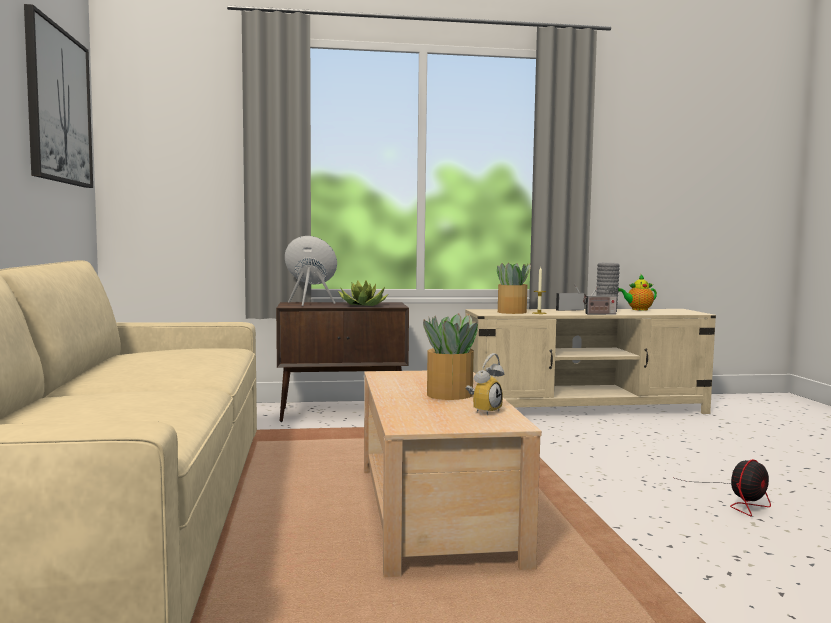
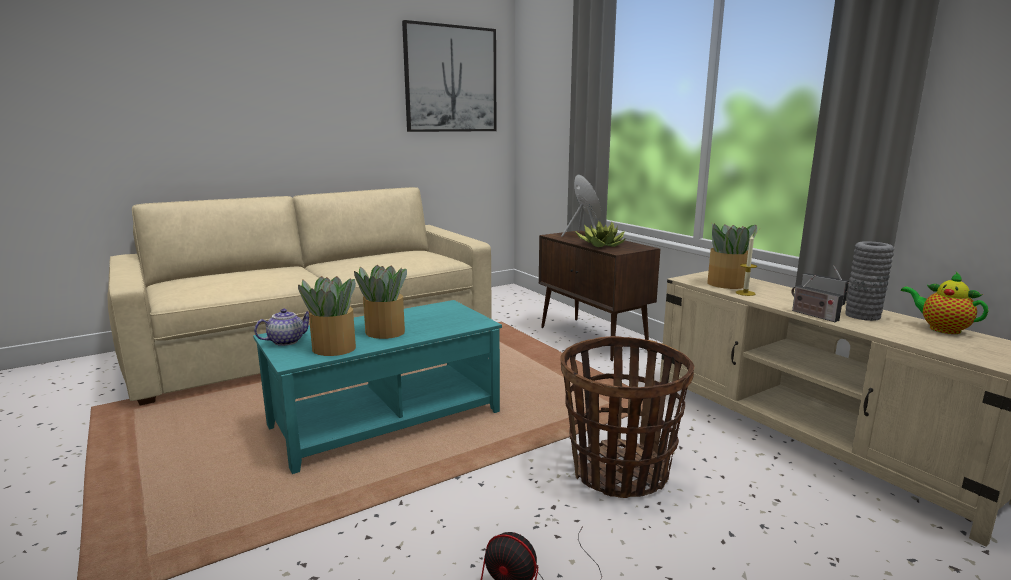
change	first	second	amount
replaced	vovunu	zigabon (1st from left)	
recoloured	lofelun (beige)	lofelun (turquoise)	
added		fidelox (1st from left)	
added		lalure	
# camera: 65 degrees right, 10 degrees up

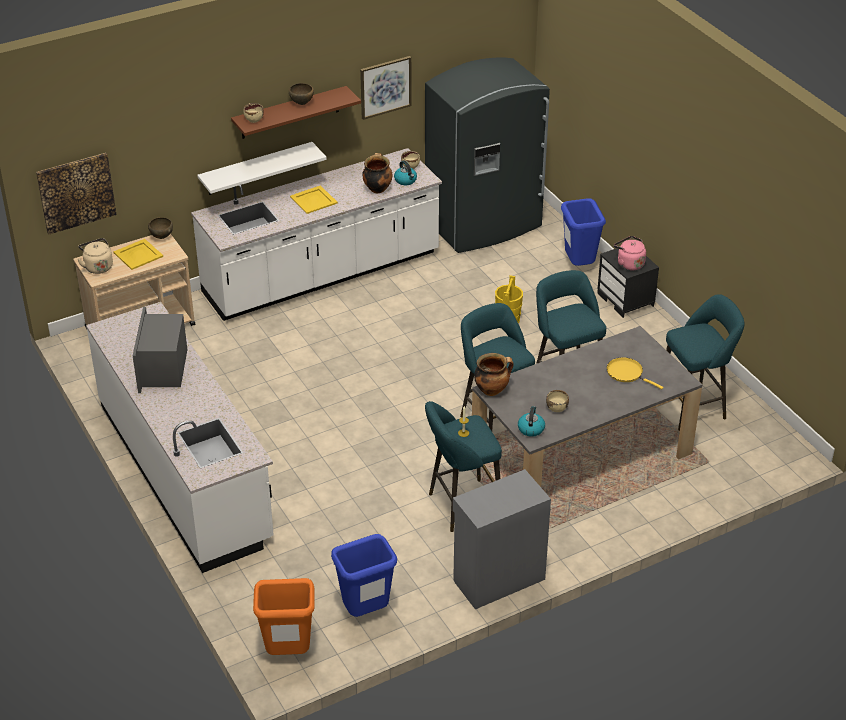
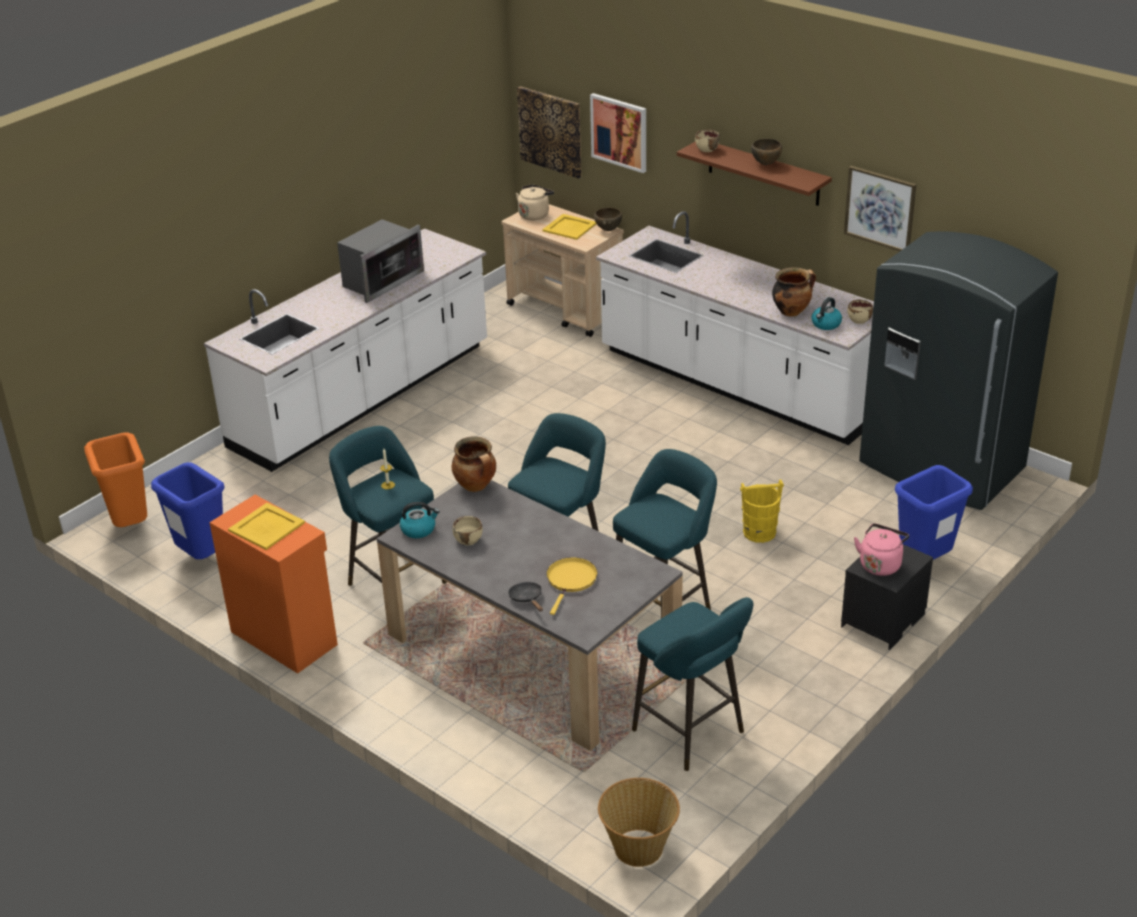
change	first	second	amount
removed	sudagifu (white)		
moved	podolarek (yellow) (2nd from left in the first image)	podolarek (yellow) (1st from left)	
turned	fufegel		150 degrees clockwise
recoloured	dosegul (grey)	dosegul (orange)	
added		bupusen (2nd from left)	
added		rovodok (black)	
added		lalure	
# camera: 70 degrees right, 5 degrees down

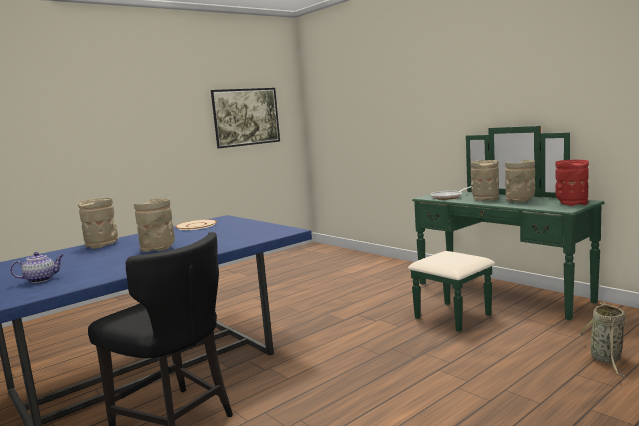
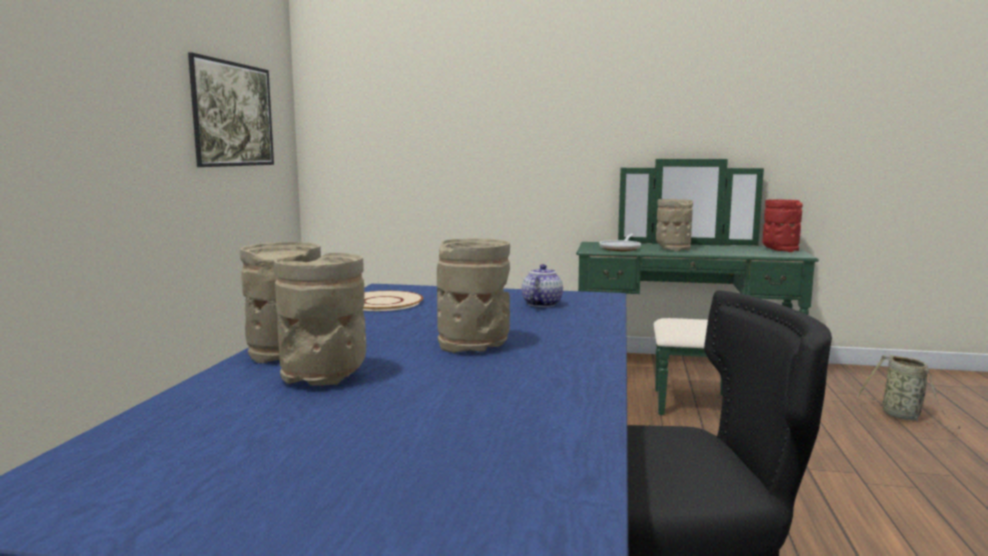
change	first	second	amount
moved	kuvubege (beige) (4th from left in the first image)	kuvubege (beige) (2nd from left)	
moved	fidelox		
# camera: 40 degrees left, 0 degrees up

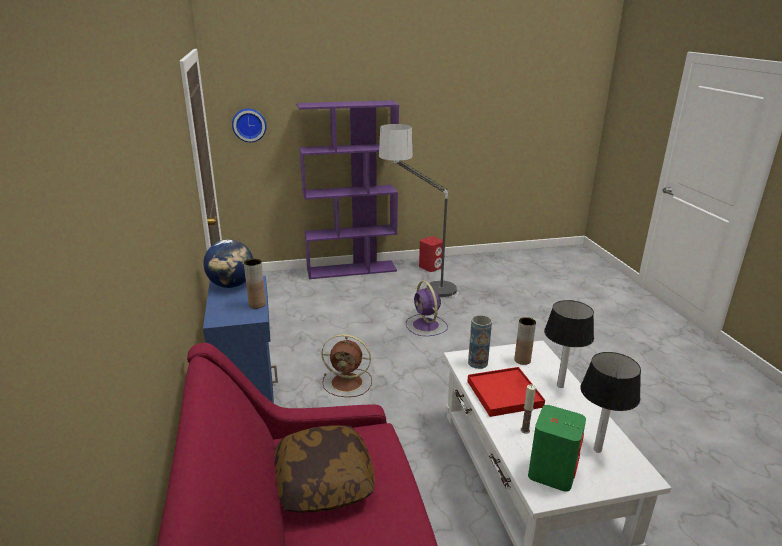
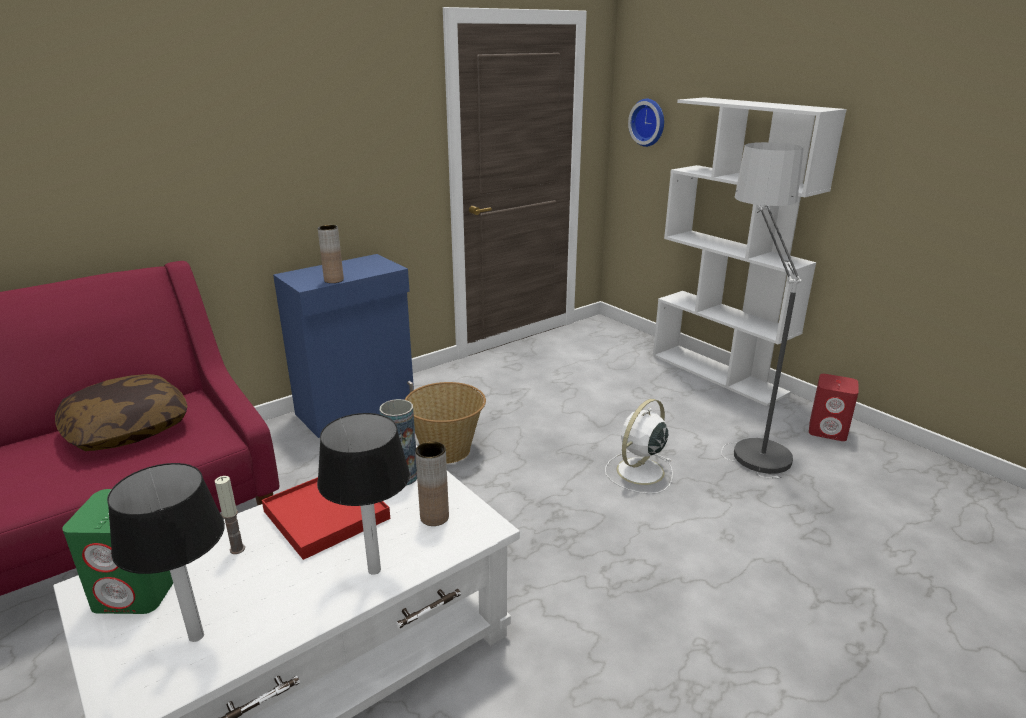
change	first	second	amount
recoloured	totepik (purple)	totepik (white)	
removed	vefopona		
recoloured	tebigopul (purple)	tebigopul (white)	
replaced	tebigopul (brown)	lalure	
# camera: 65 degrees right, 0 degrees up

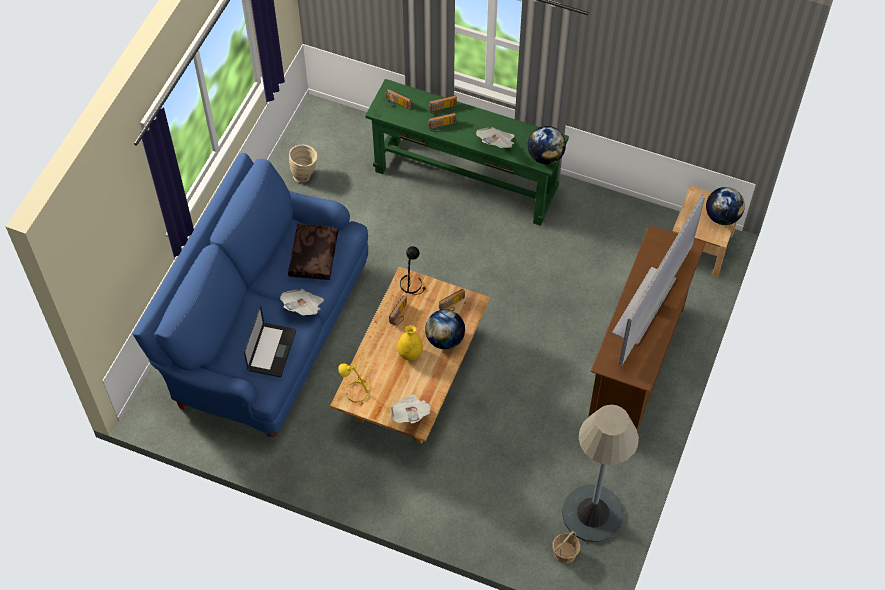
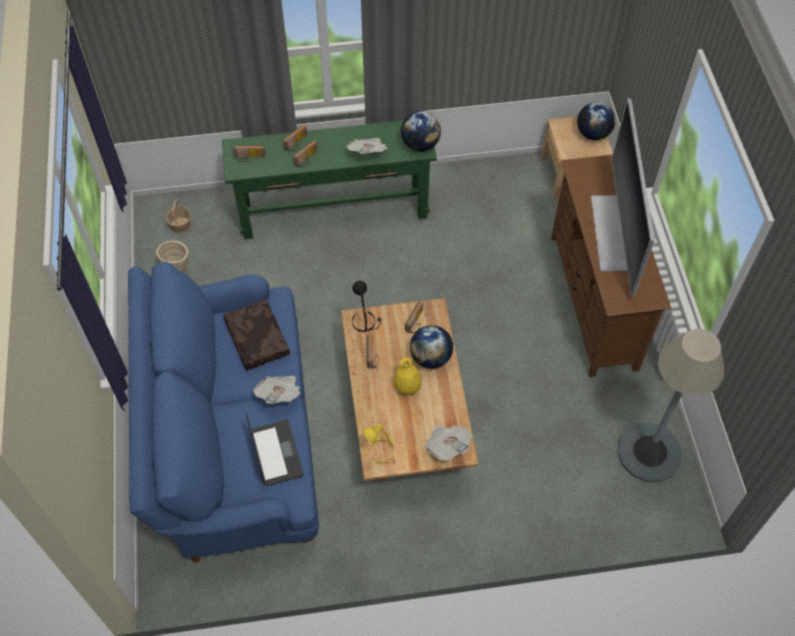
change	first	second	amount
moved	lalure		
# camera: 30 degrees left, 0 degrees up

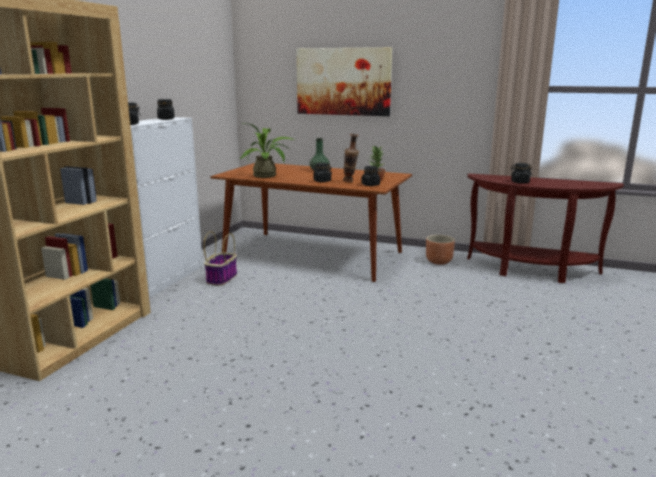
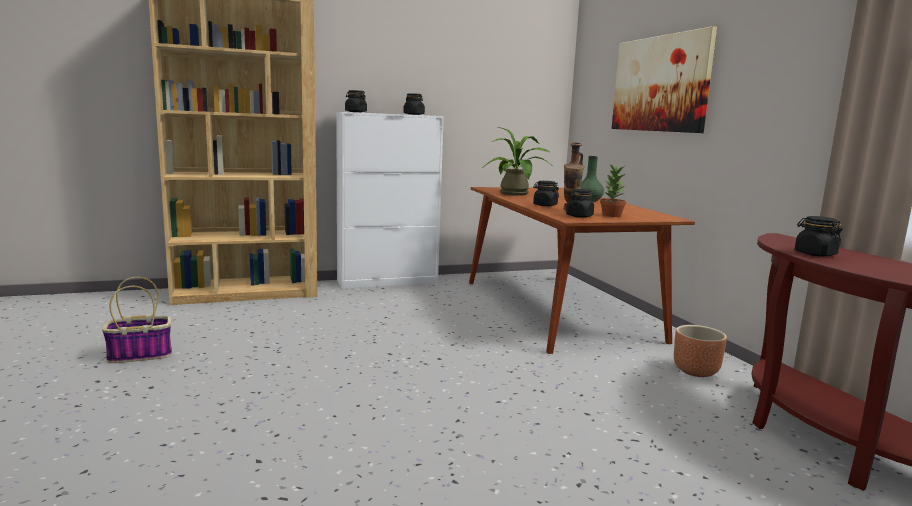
change	first	second	amount
moved	lalure		
# camera: 50 degrees right, 5 degrees down

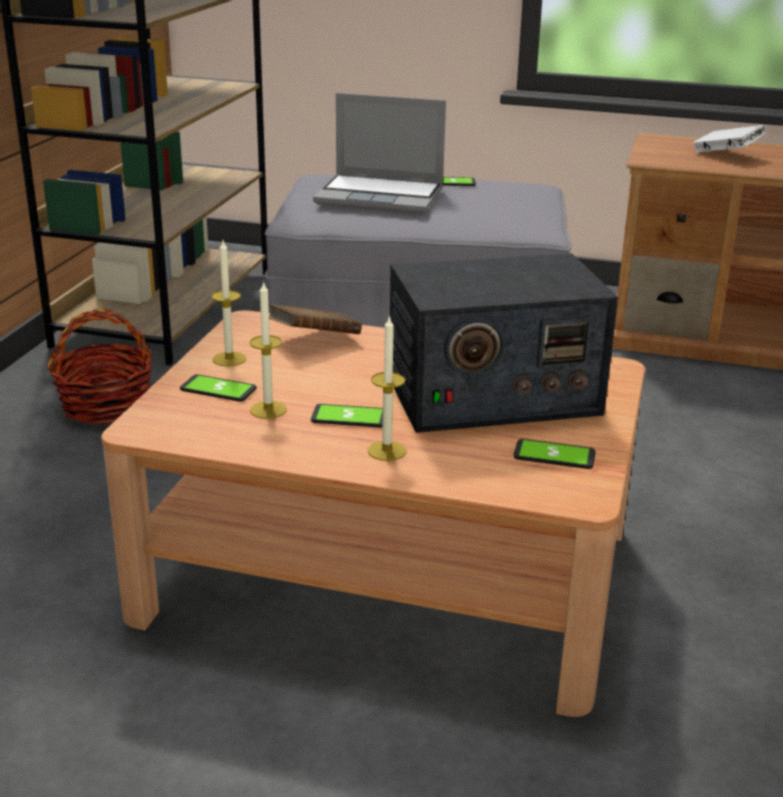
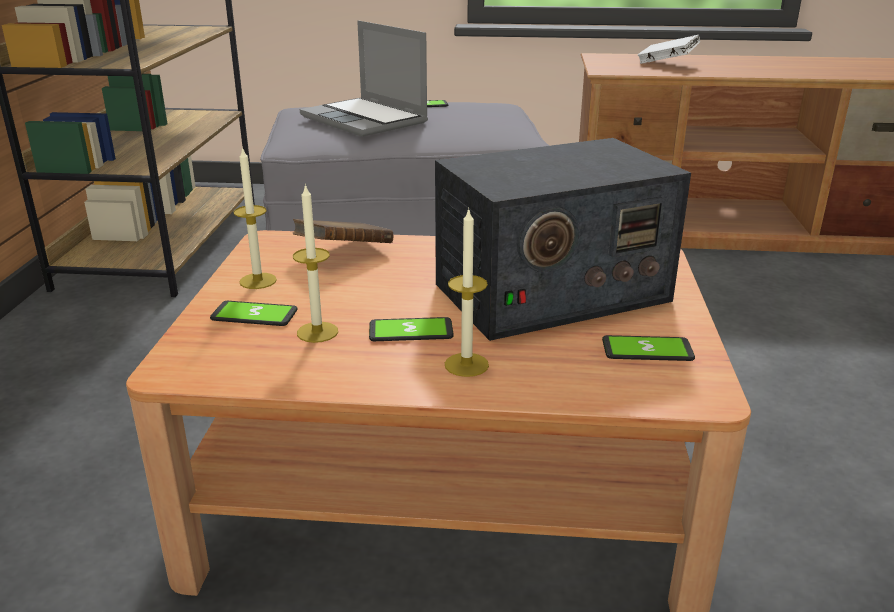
change	first	second	amount
turned	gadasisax		45 degrees clockwise
removed	lalure		
# camera: 10 degrees left, 0 degrees up

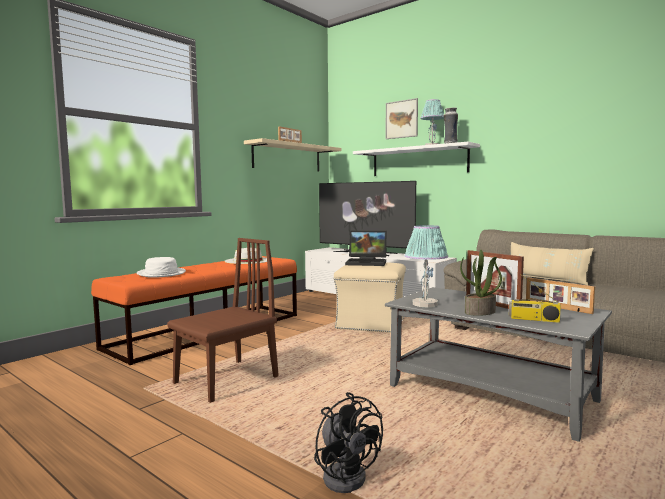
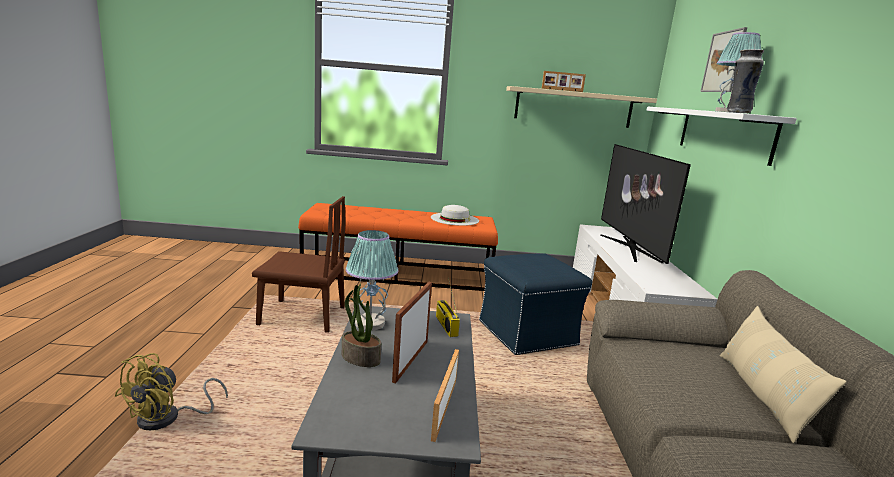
change	first	second	amount
removed	gadasisax		
removed	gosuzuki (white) (1st from left)		
recoloured	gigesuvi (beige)	gigesuvi (blue)	
moved	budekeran		
recoloured	tebigopul (black)	tebigopul (yellow)	
# camera: 50 degrees right, 10 degrees up

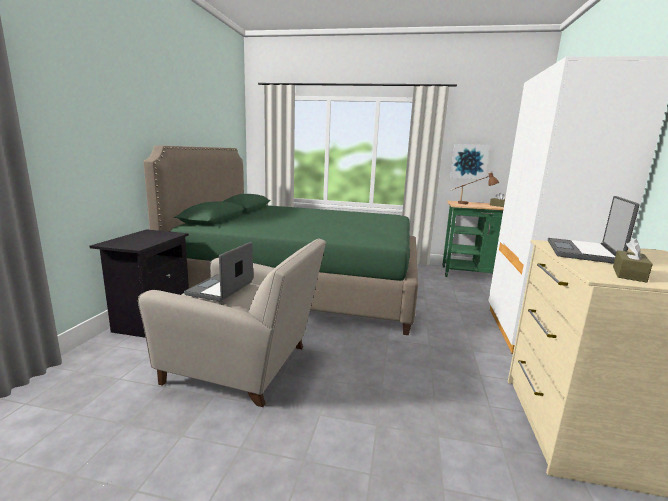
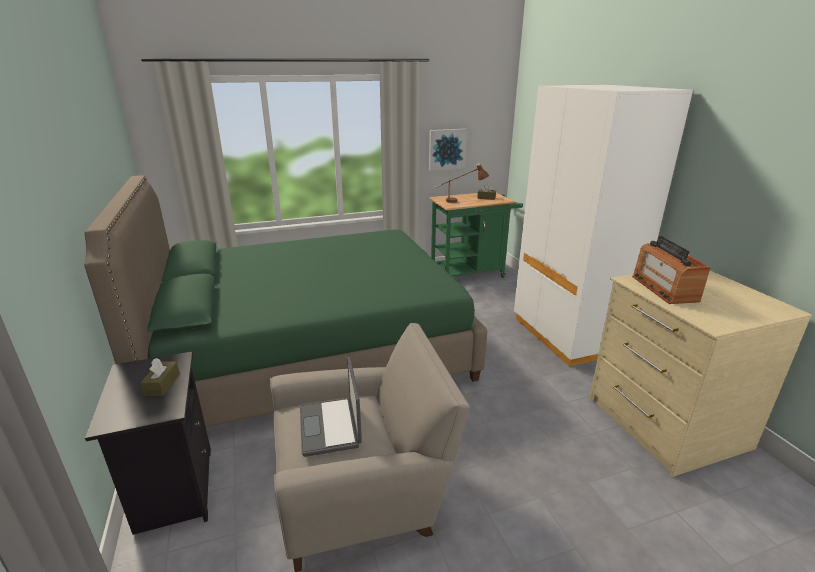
change	first	second	amount
replaced	gadasisax (2nd from left)	budekeran	
moved	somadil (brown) (2nd from left in the first image)	somadil (brown) (1st from left)	
# camera: 30 degrees left, 10 degrees up

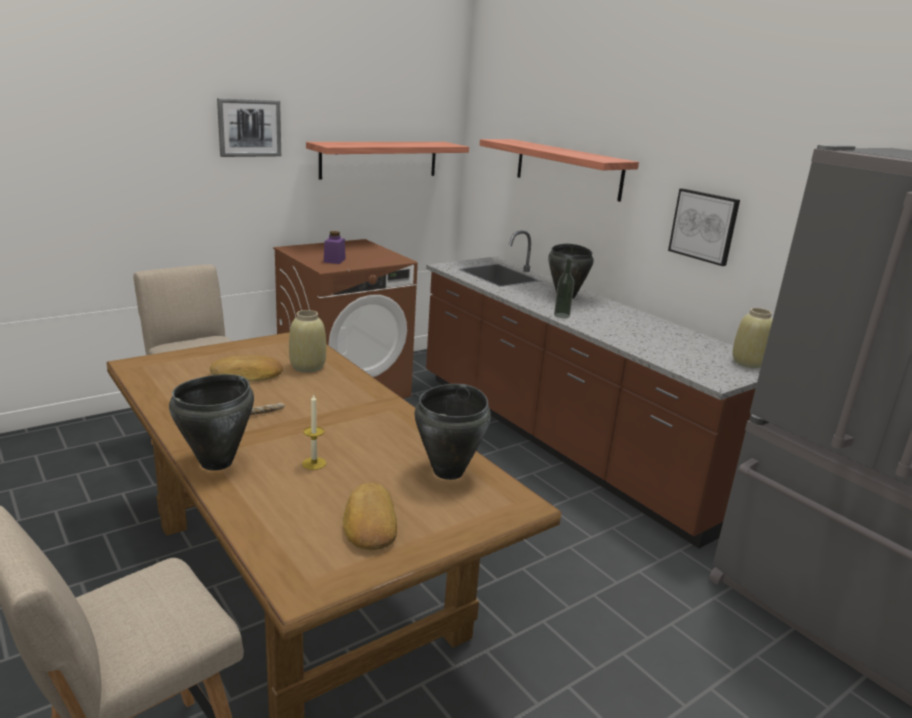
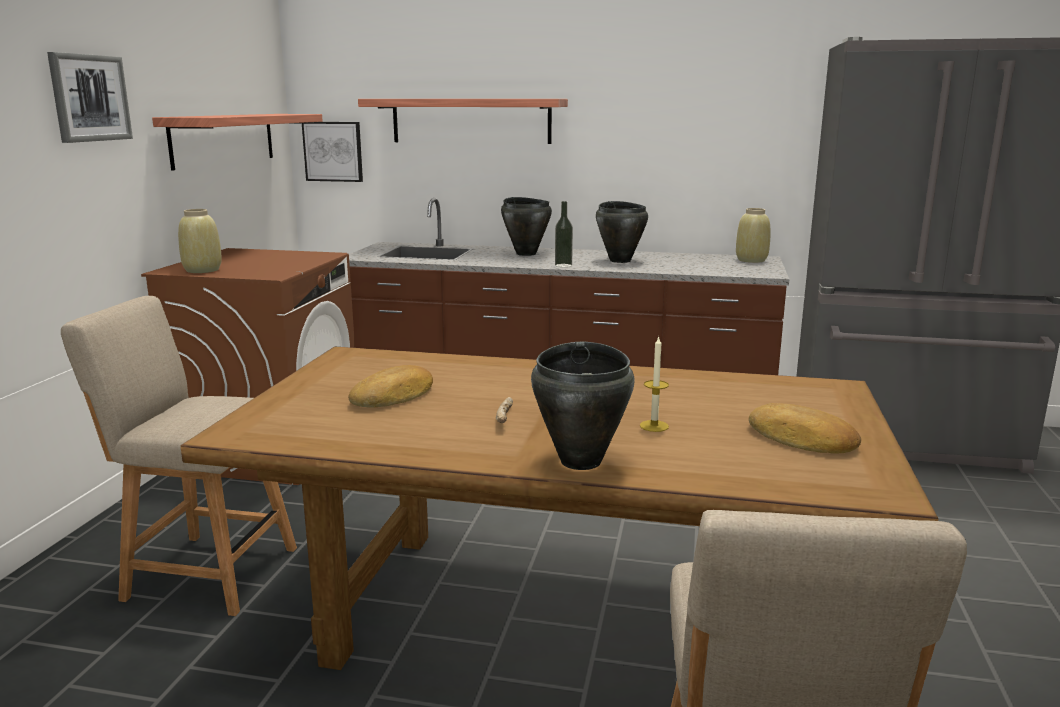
change	first	second	amount
moved	bupusen (2nd from left)		
removed	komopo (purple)		
moved	kuvubege (beige) (1st from left)		
moved	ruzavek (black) (2nd from left in the first image)	ruzavek (black) (3rd from left)	
# camera: 40 degrees left, 5 degrees down

